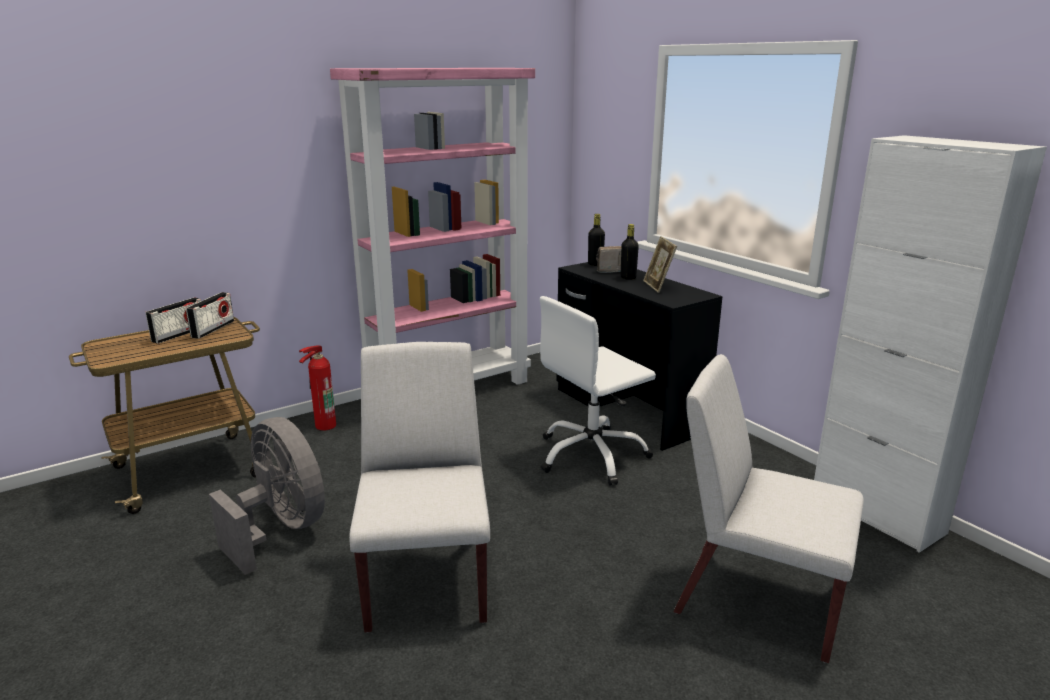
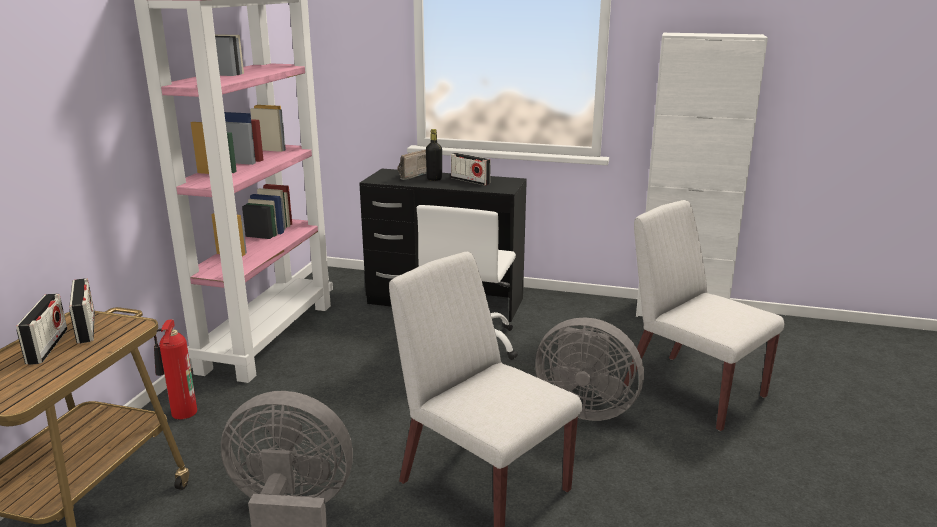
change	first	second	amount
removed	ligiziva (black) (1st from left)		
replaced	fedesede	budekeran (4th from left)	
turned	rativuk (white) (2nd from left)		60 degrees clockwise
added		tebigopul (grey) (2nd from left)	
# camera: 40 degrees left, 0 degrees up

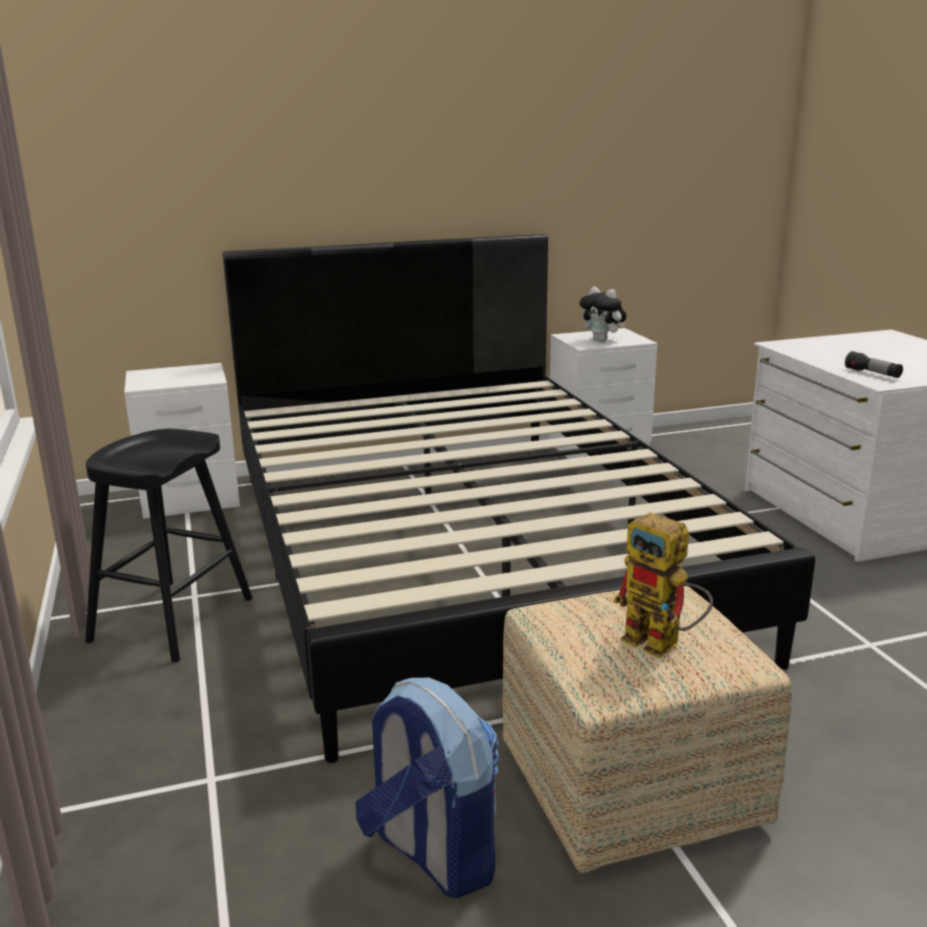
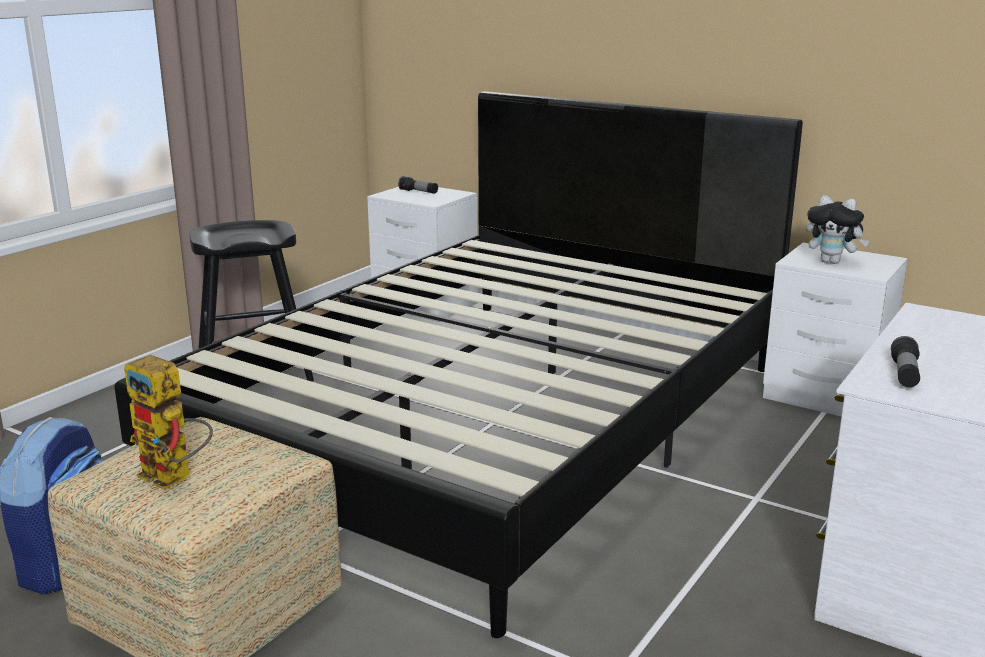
change	first	second	amount
turned	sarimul		60 degrees counterclockwise
turned	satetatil		60 degrees counterclockwise
added		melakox (1st from left)	
# camera: 50 degrees right, 0 degrees up

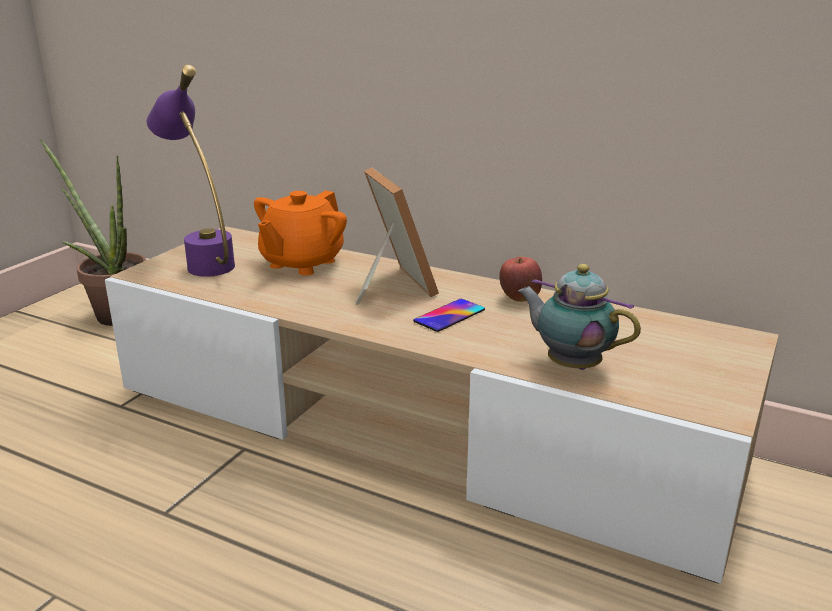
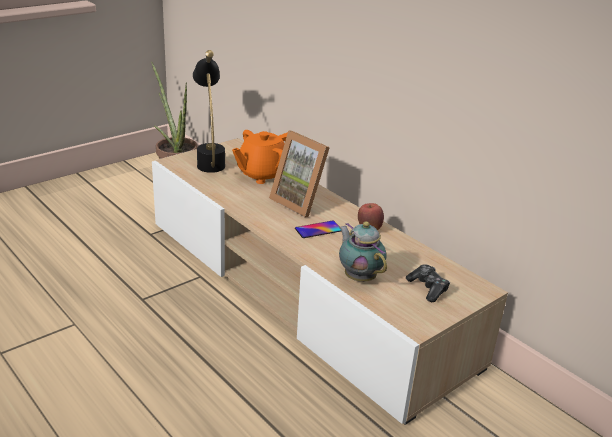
change	first	second	amount
recoloured	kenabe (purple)	kenabe (black)	
turned	fedesede		135 degrees clockwise
added		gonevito	
# camera: 20 degrees right, 5 degrees up

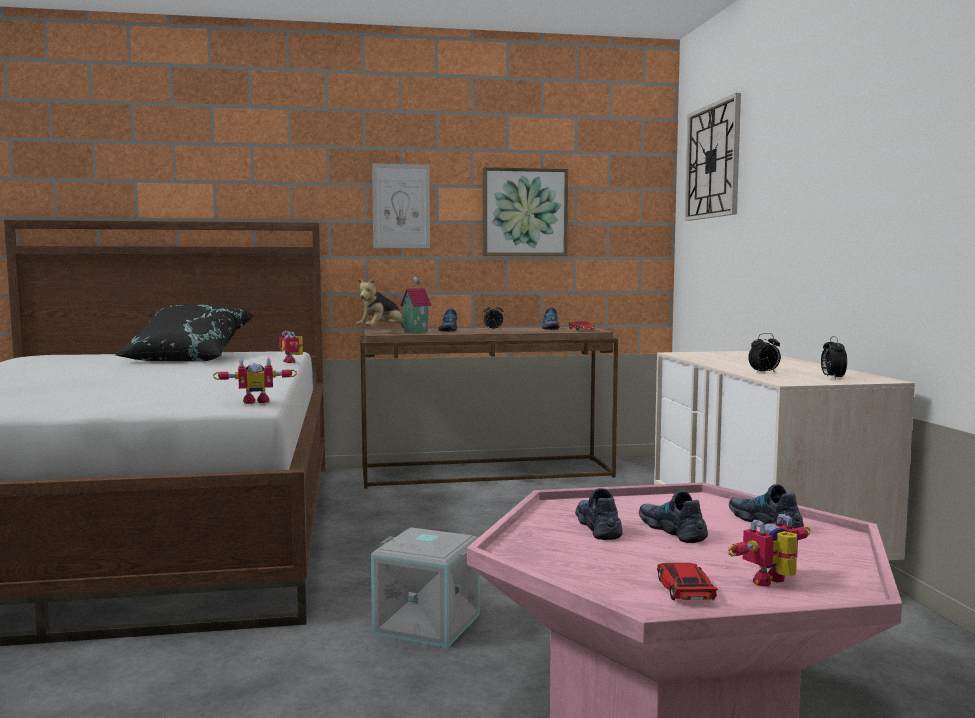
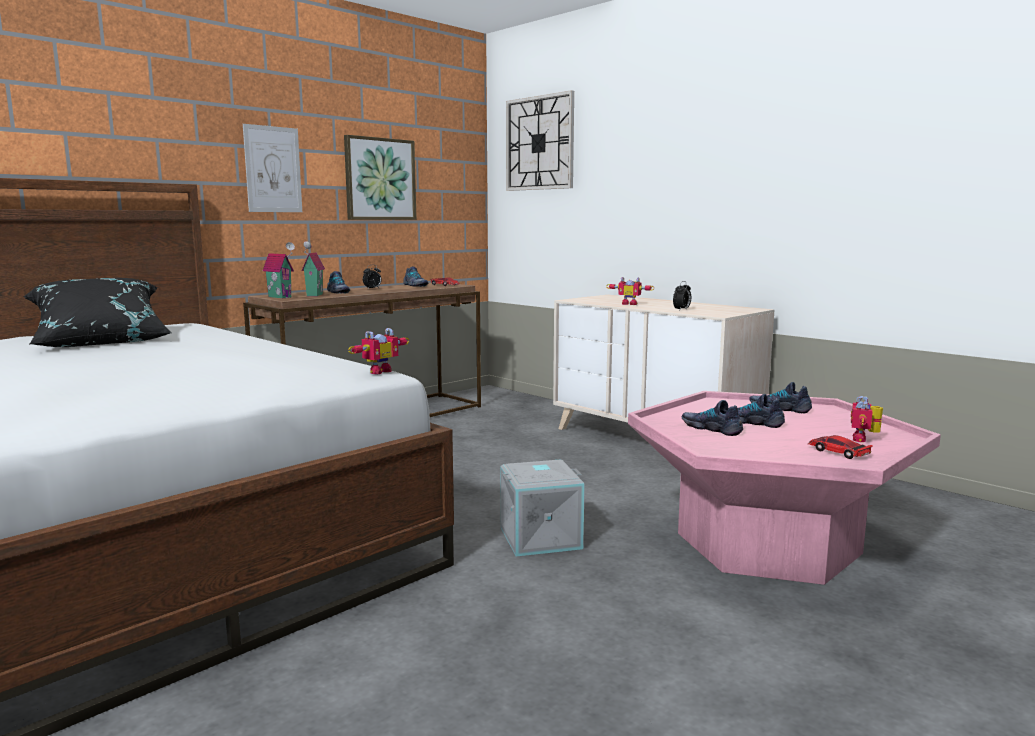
change	first	second	amount
replaced	sarimul	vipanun (1st from left)	
moved	satetatil (2nd from left)		
removed	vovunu (3rd from left)		
# camera: 35 degrees left, 5 degrees up

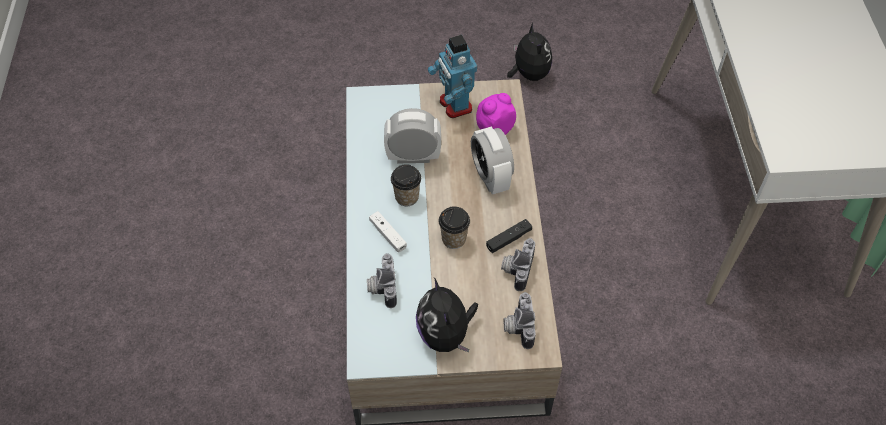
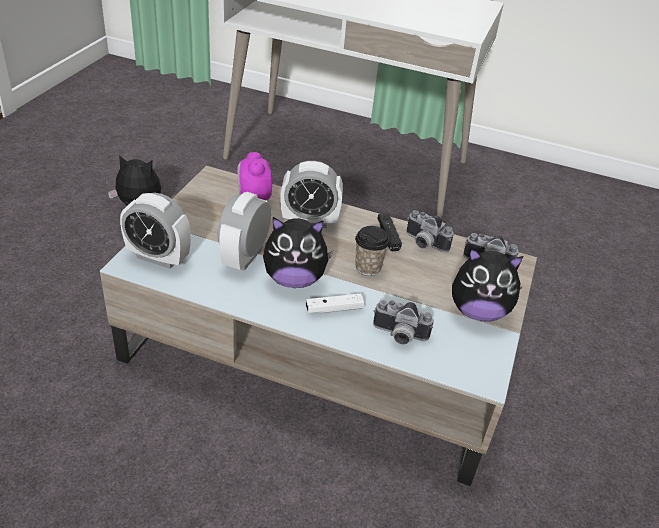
change	first	second	amount
removed	satetatil		
replaced	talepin (1st from left)	sarimul (2nd from left)	
added		vovunu (1st from left)	
# camera: 70 degrees left, 15 degrees down

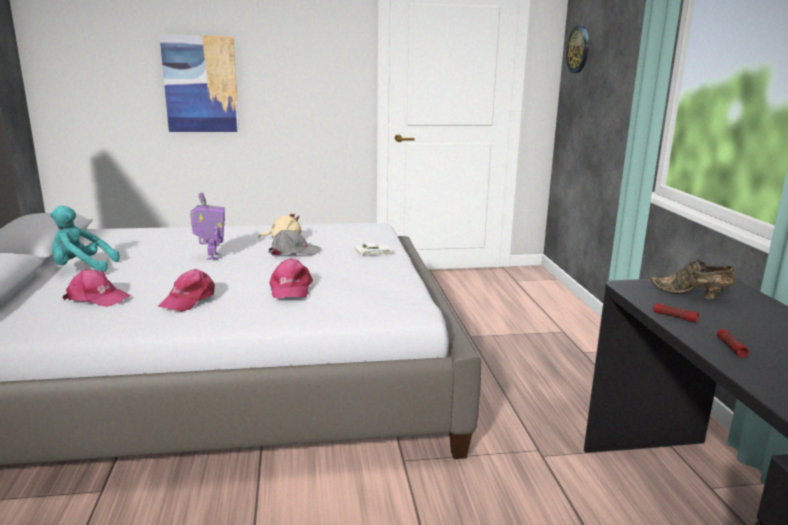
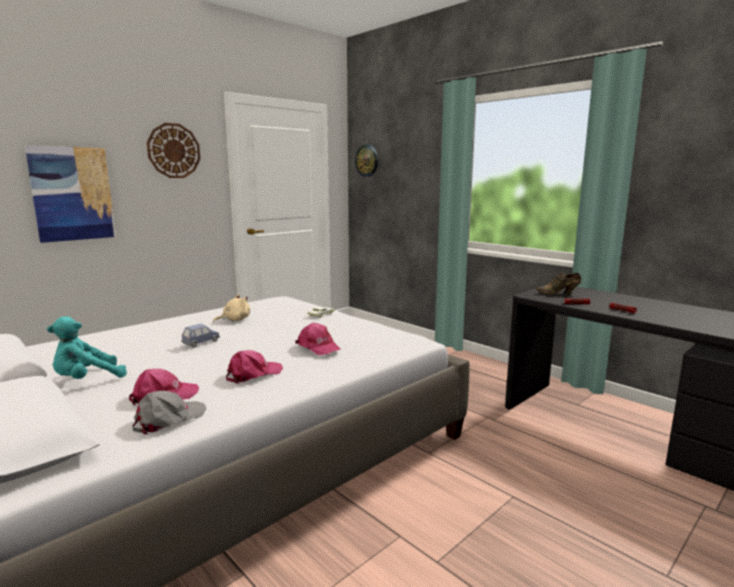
change	first	second	amount
replaced	satetatil	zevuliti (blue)	
moved	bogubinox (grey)		
turned	bogubinox (pink) (2nd from left)		120 degrees counterclockwise
added		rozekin (1st from left)	
# camera: 35 degrees left, 5 degrees down

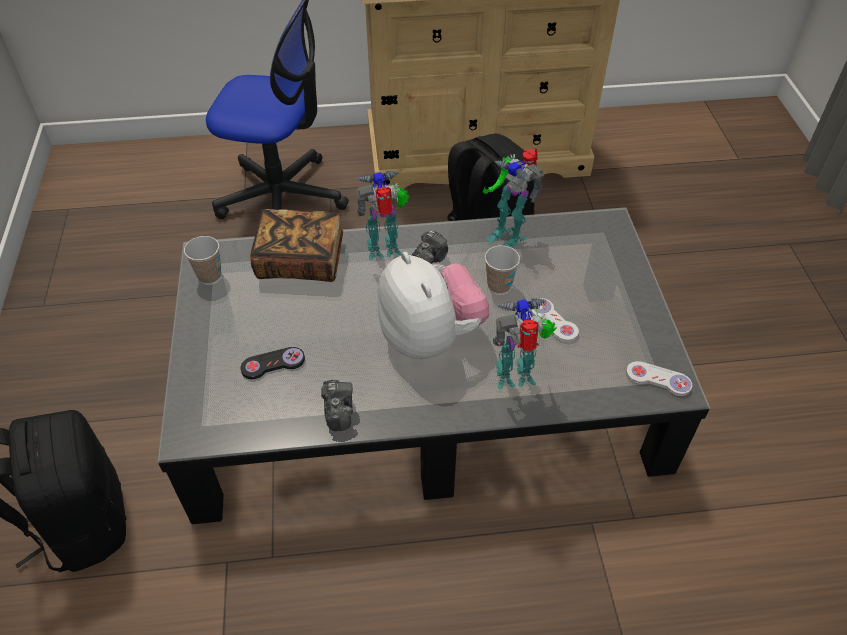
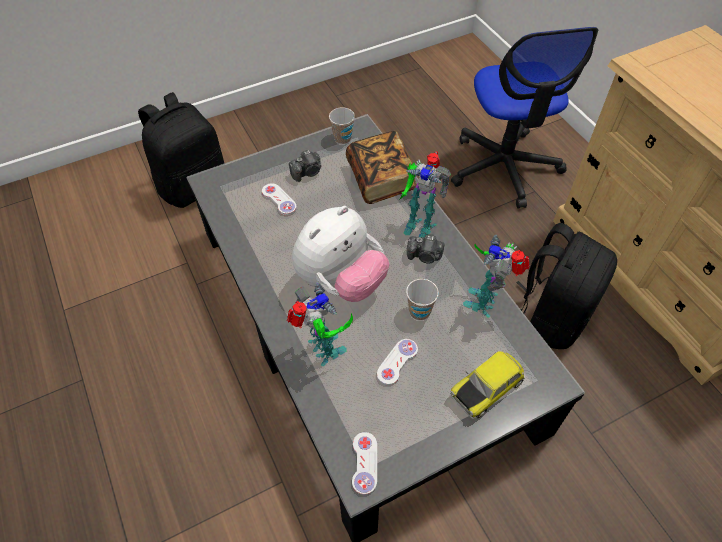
change	first	second	amount
turned	satetatil (1st from left in the first image)	satetatil (2nd from left)	150 degrees clockwise
recoloured	gonevito (black)	gonevito (white) (1st from left)	
moved	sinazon (1st from left)		
added		zevuliti	
# camera: 70 degrees right, 5 degrees up

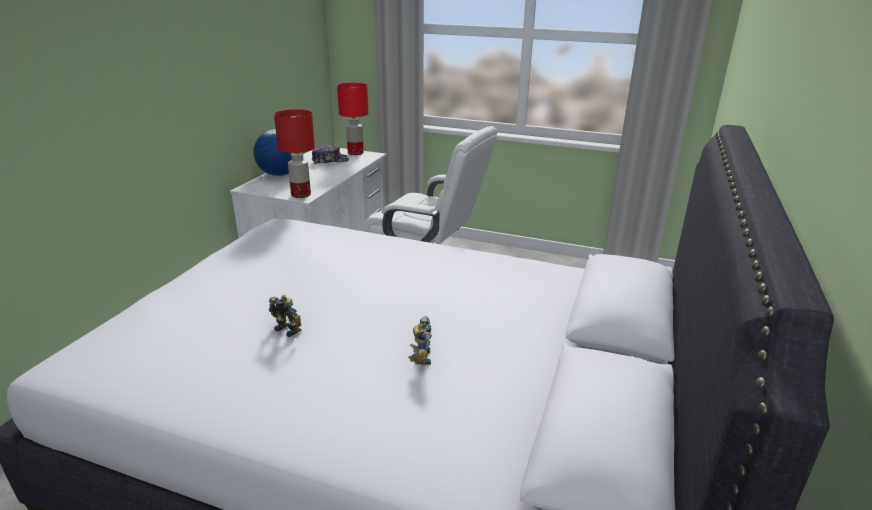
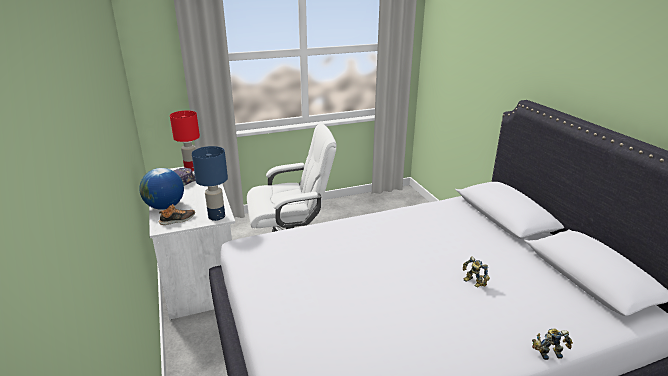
change	first	second	amount
recoloured	kenabe (red) (1st from left)	kenabe (blue)	
moved	satetatil (1st from left in the first image)	satetatil (2nd from left)	
added		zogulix	
# camera: 40 degrees left, 0 degrees up

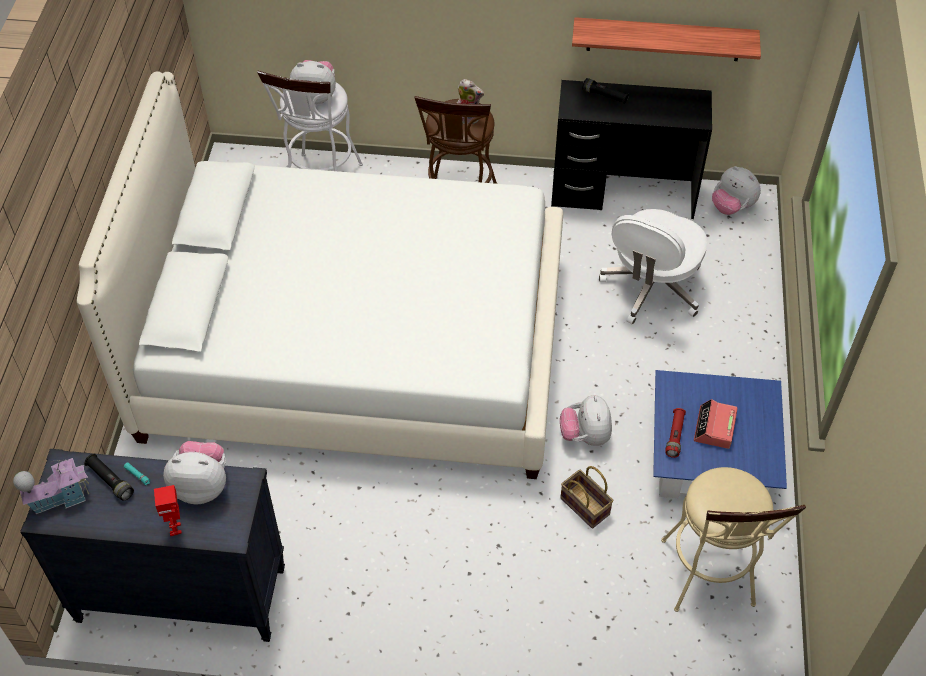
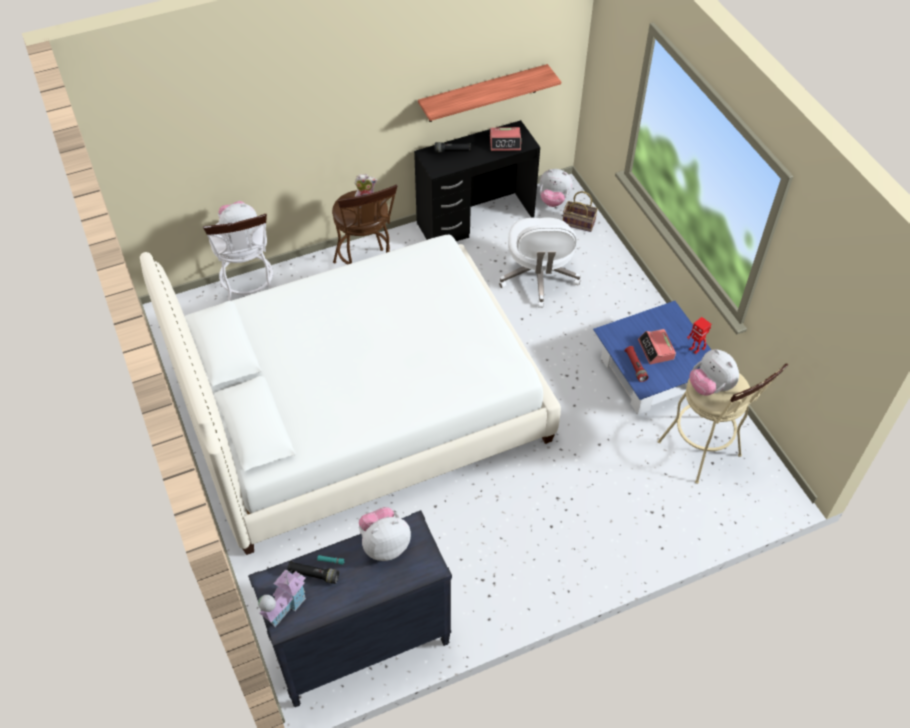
change	first	second	amount
moved	sarimul (4th from left in the first image)	sarimul (5th from left)	
moved	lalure		
moved	satetatil		
added		vovunu (1st from left)	
# camera: 30 degrees left, 0 degrees up

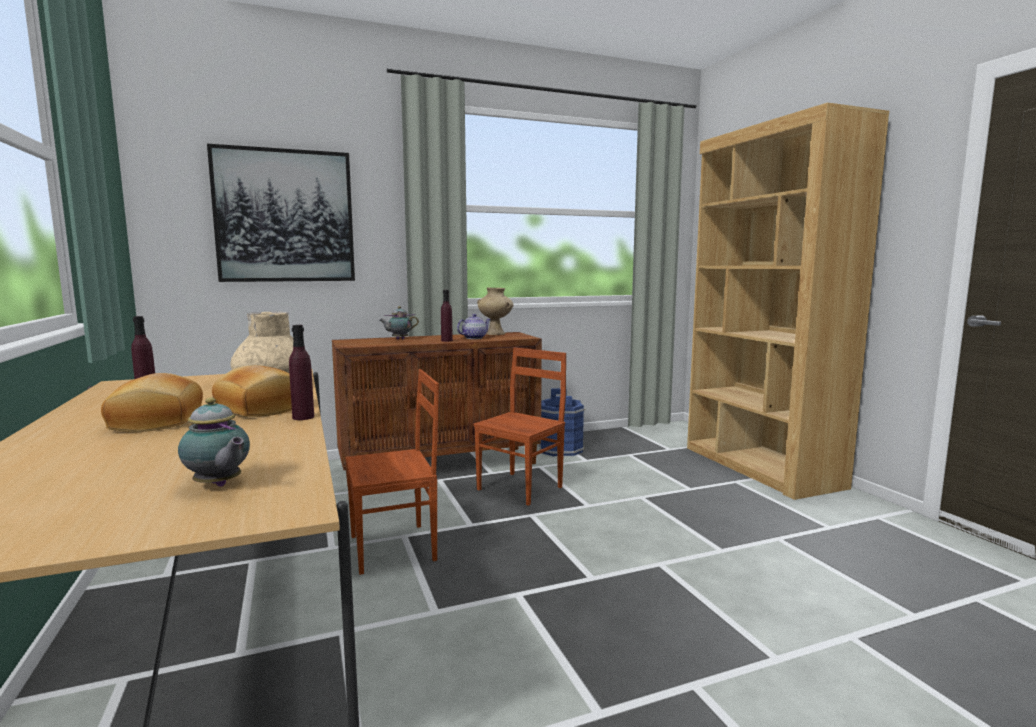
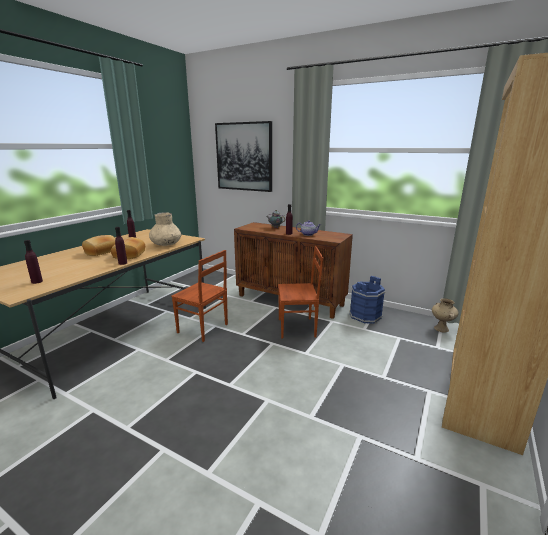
change	first	second	amount
moved	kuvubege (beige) (2nd from left)		
replaced	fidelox (1st from left)	ligiziva (purple) (1st from left)	
# camera: 50 degrees right, 10 degrees up

